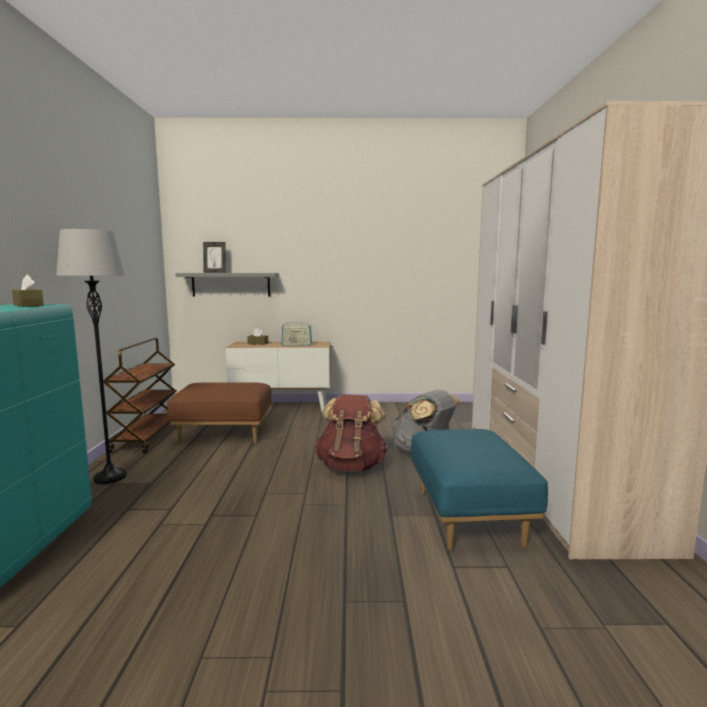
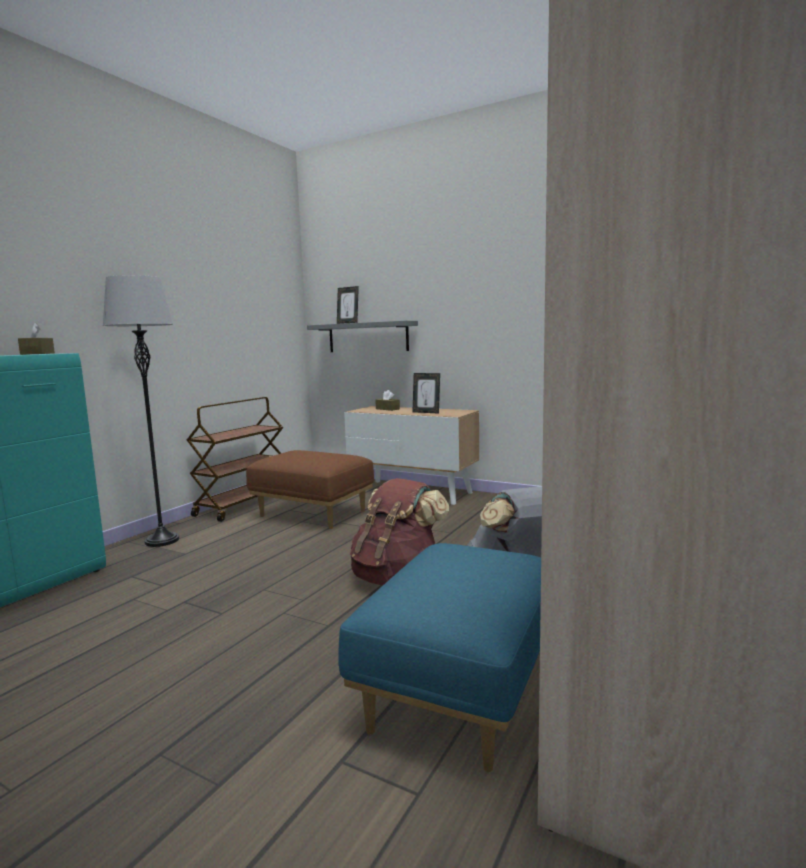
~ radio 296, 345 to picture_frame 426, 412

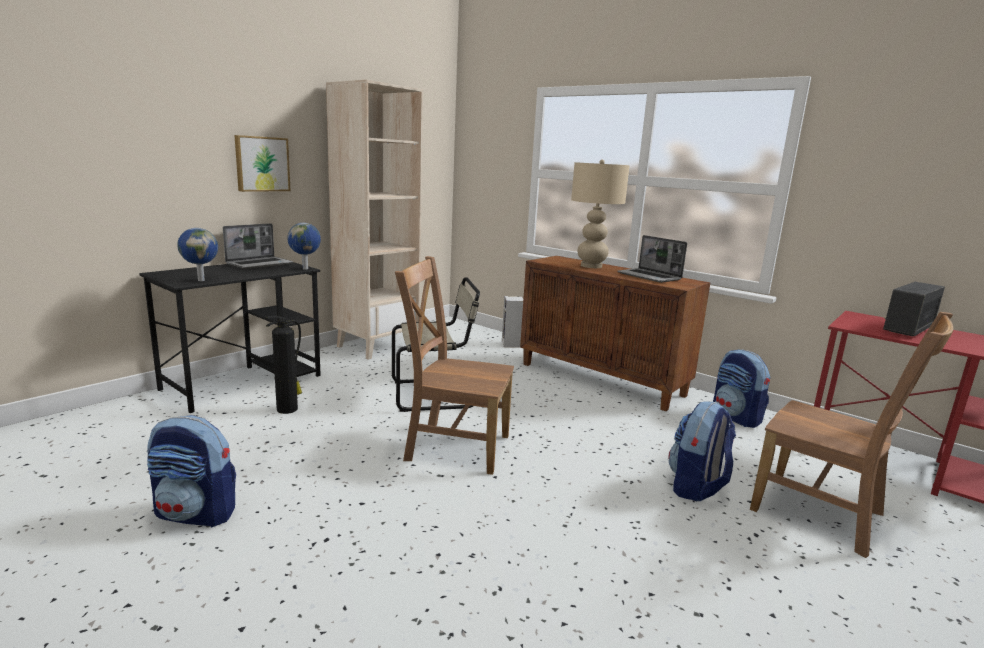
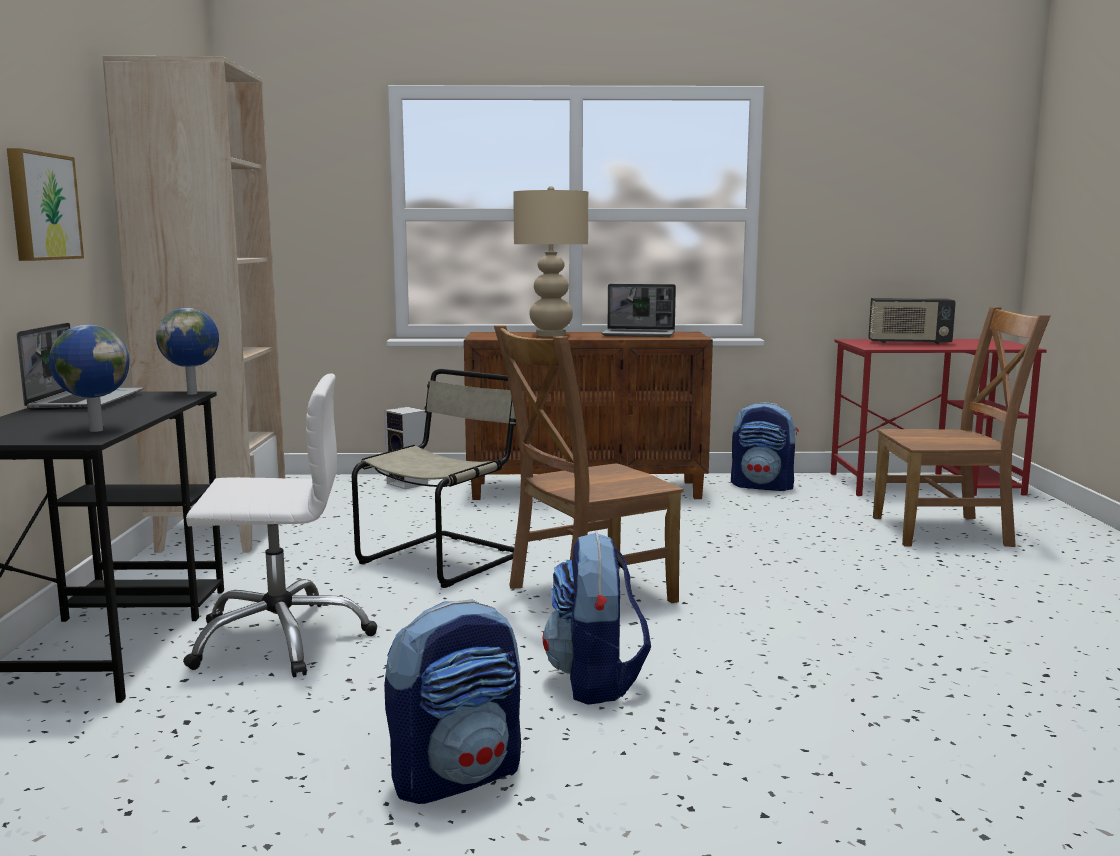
~ fire_extinguisher 288, 409 to whitish_office_chair 280, 639
~ knapsack 696, 487 to 596, 681
~ radio 907, 329 = 908, 343 90 degrees counterclockwise

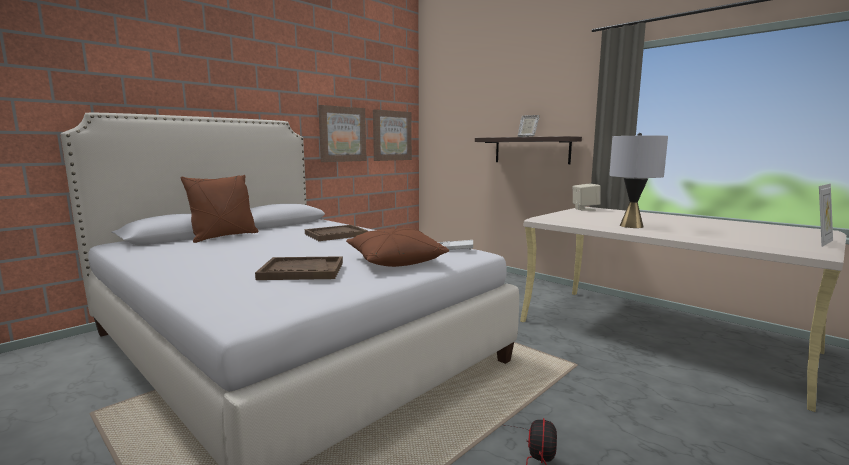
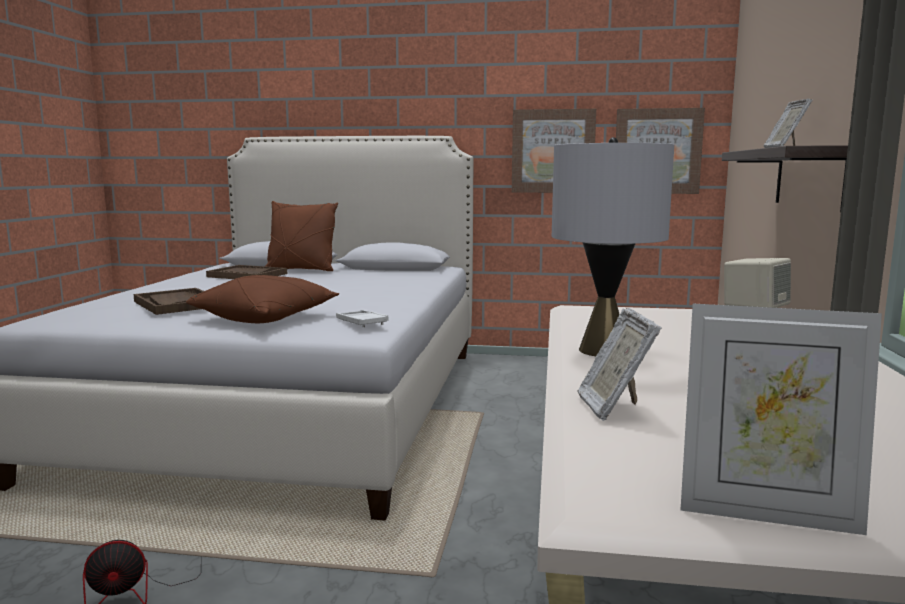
~ brown-coloured_tray 336, 235 to 247, 275
+ picture_frame 613, 407

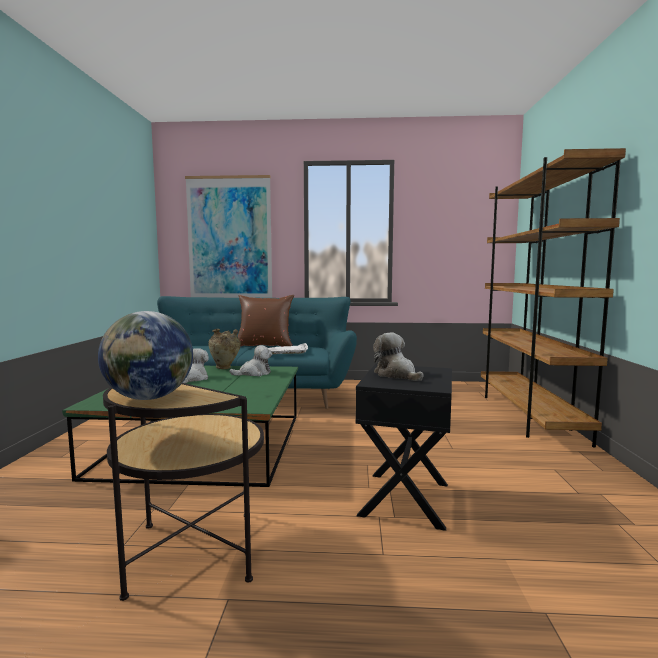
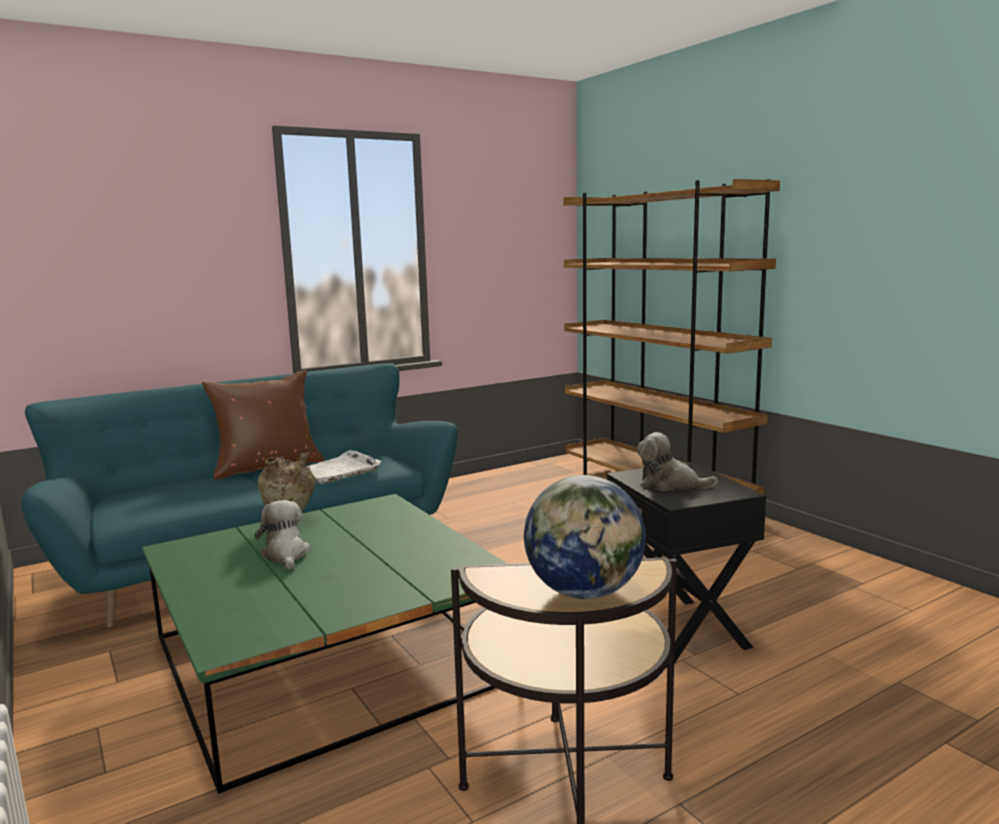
- picture 230, 242
- soft_toy 254, 373

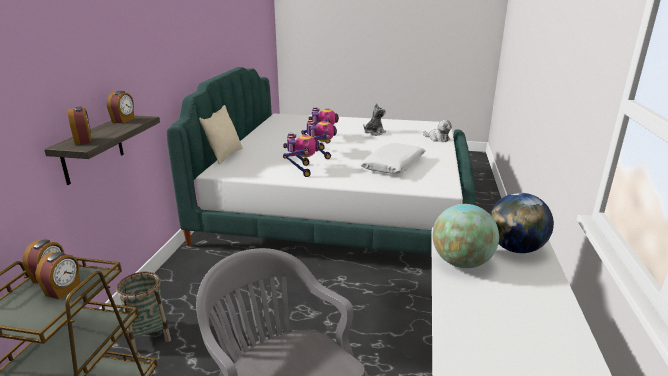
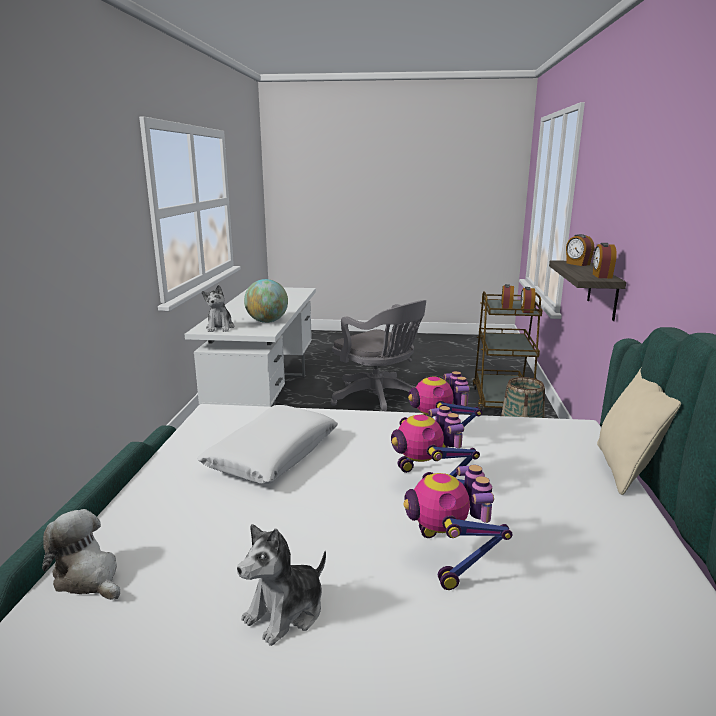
~ desk_globe 515, 249 to soft_toy 220, 327

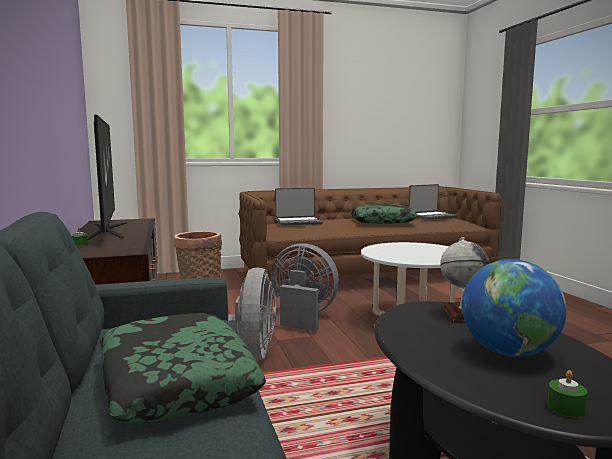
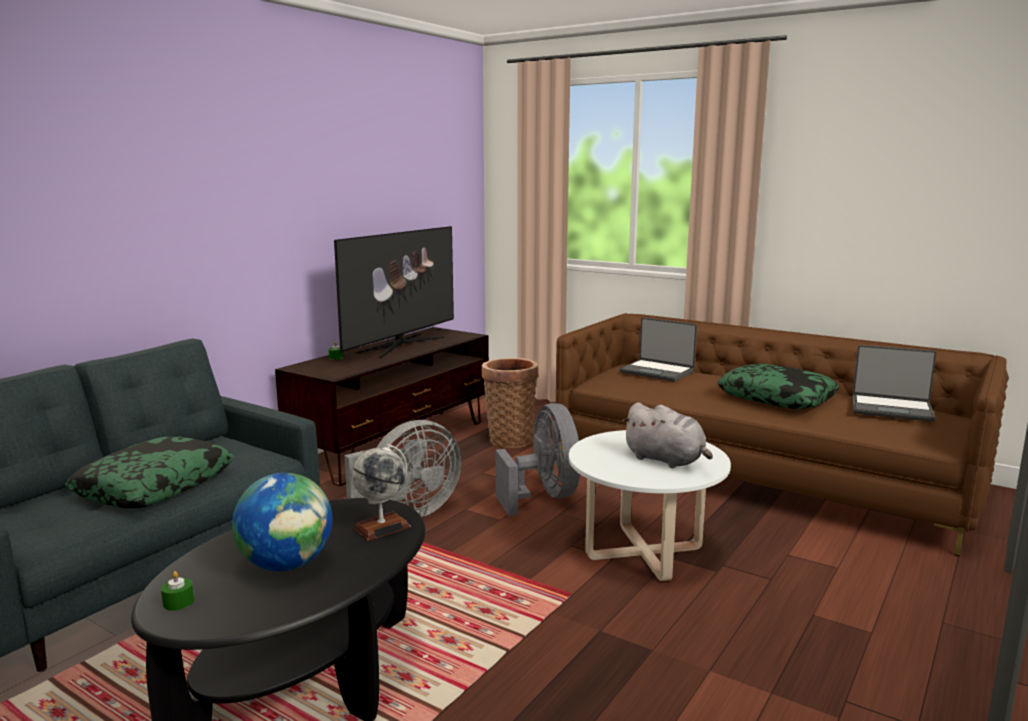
+ gray_soft_toy 666, 460

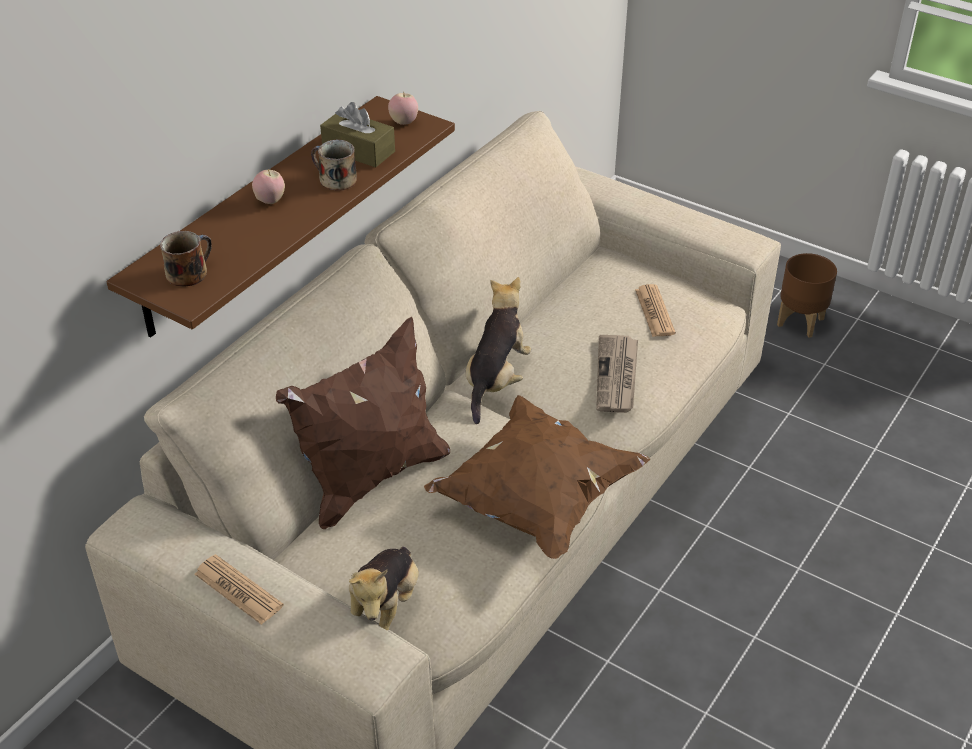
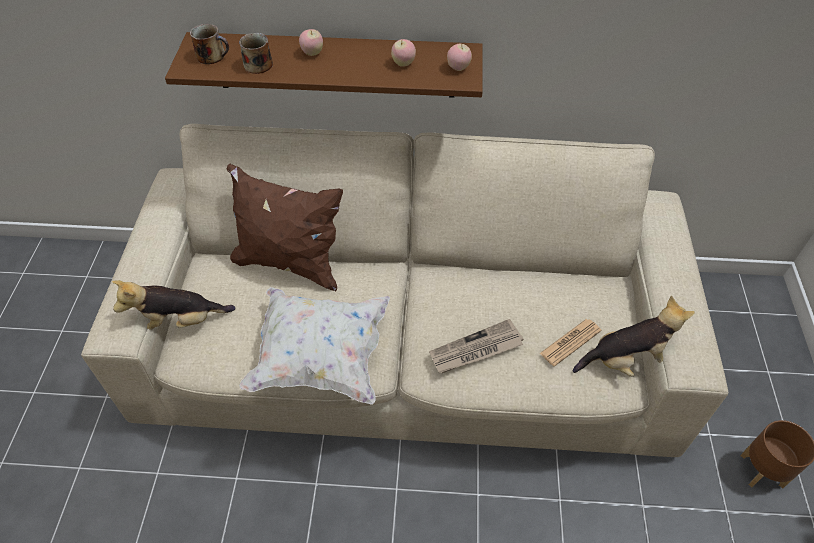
~ mug 336, 179 to 258, 63
~ brown-coloured_throw_pillow 536, 500 to whitish_throw_pillow 320, 358
~ brown-coloured_tissue_holder 358, 150 to apple_fruit 403, 63
~ soft_toy 496, 380 to 626, 360
- daily_paper 238, 590

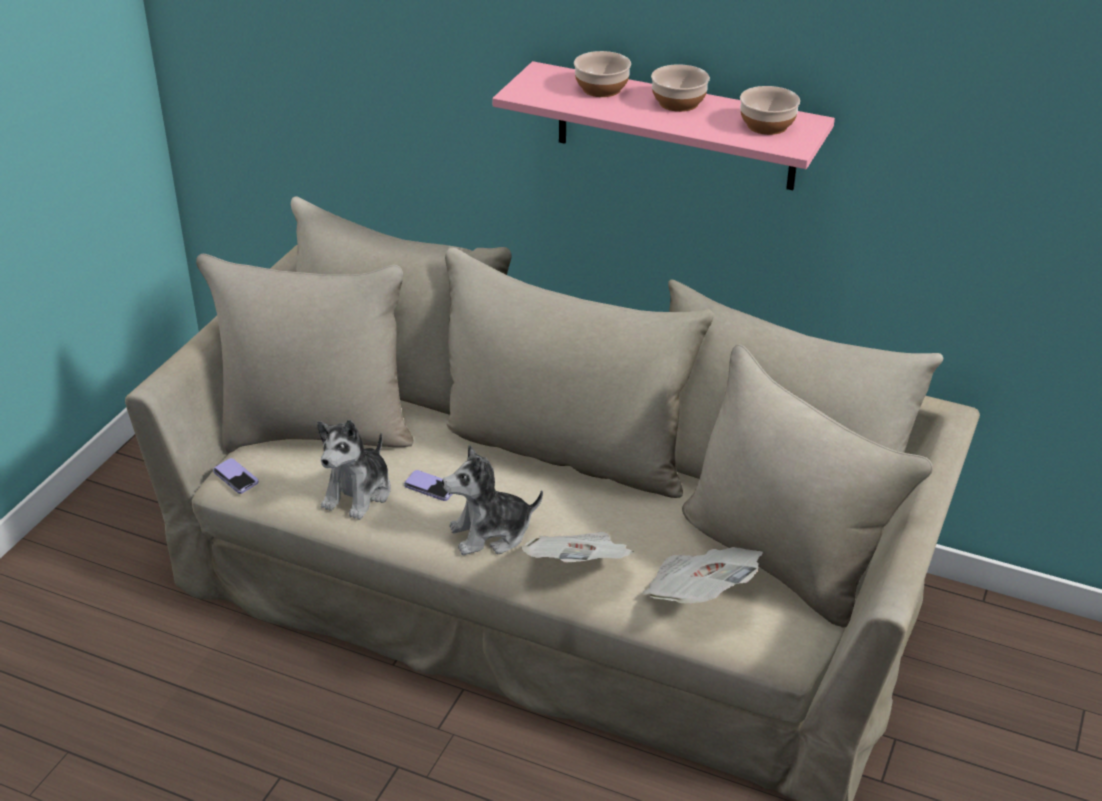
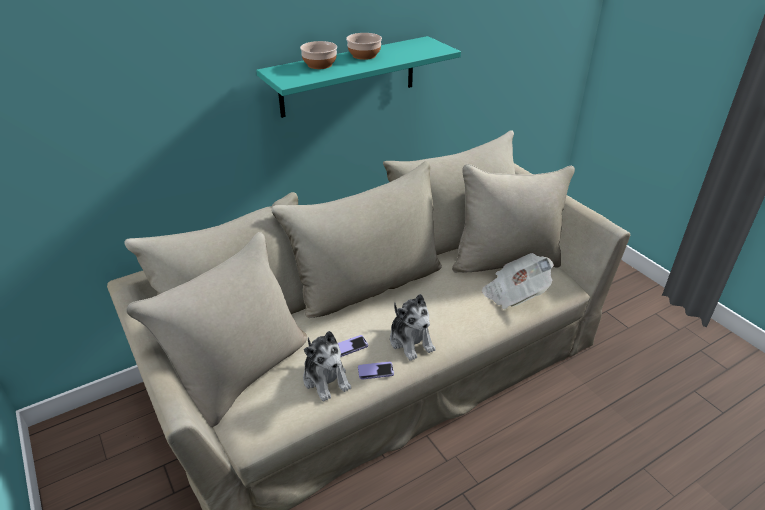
~ pink_bracket_shelf 676, 127 to turquoise_bracket_shelf 348, 76
~ phone 235, 477 to 375, 371
~ soft_toy 491, 533 = 411, 341 45 degrees counterclockwise
- daily_paper 579, 569
- bowl 767, 125

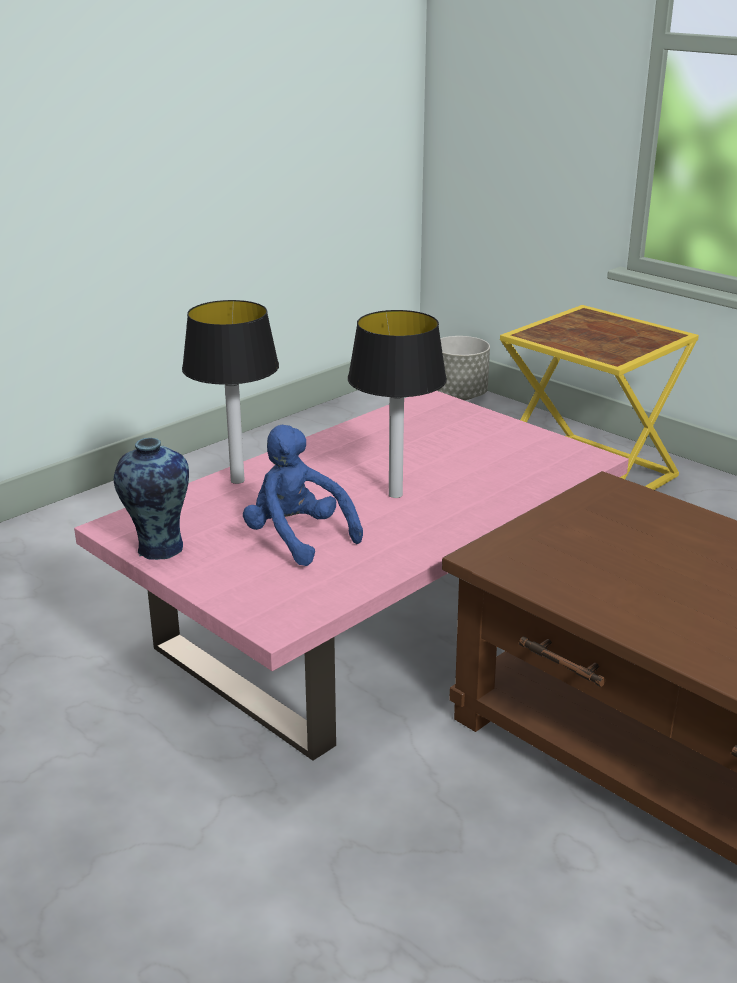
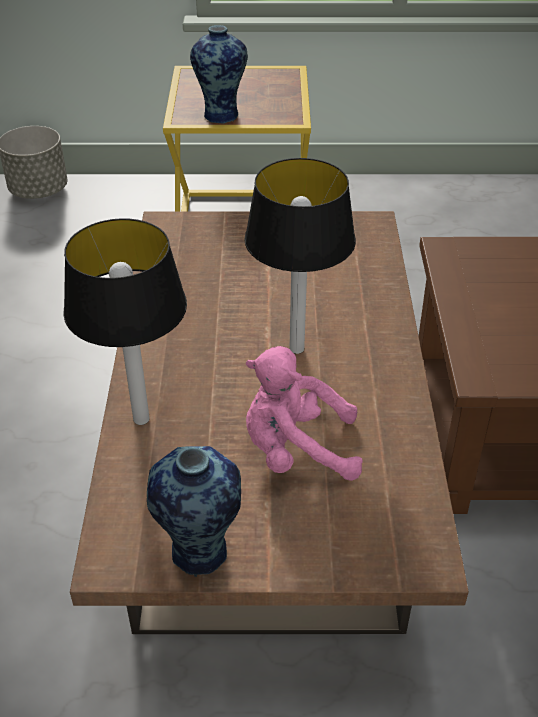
~ pink_coffee_table 368, 619 to brown-coloured_coffee_table 265, 466
+ flower_vase 221, 114
~ blue-coloured_soft_toy 297, 538 to pink_soft_toy 296, 450

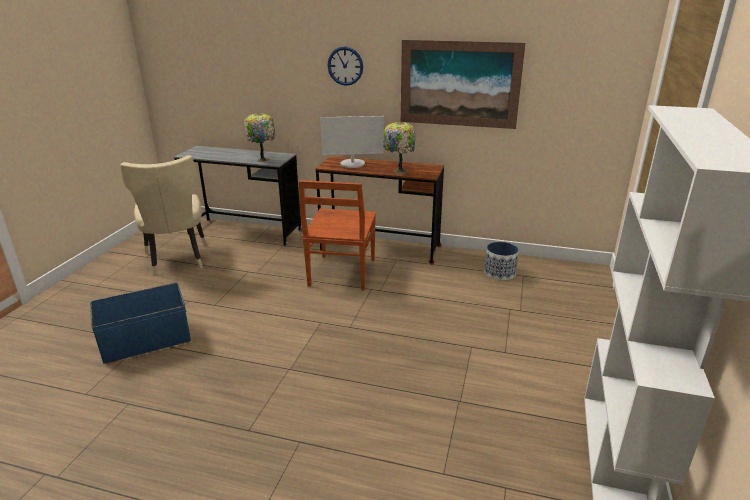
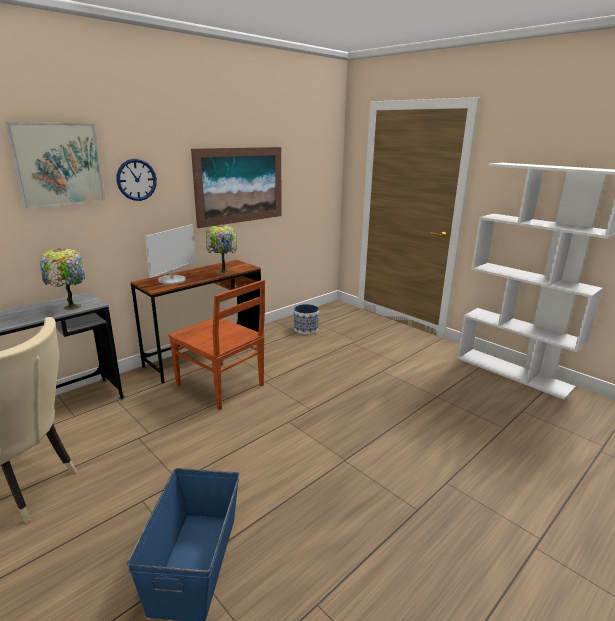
+ picture 58, 164

